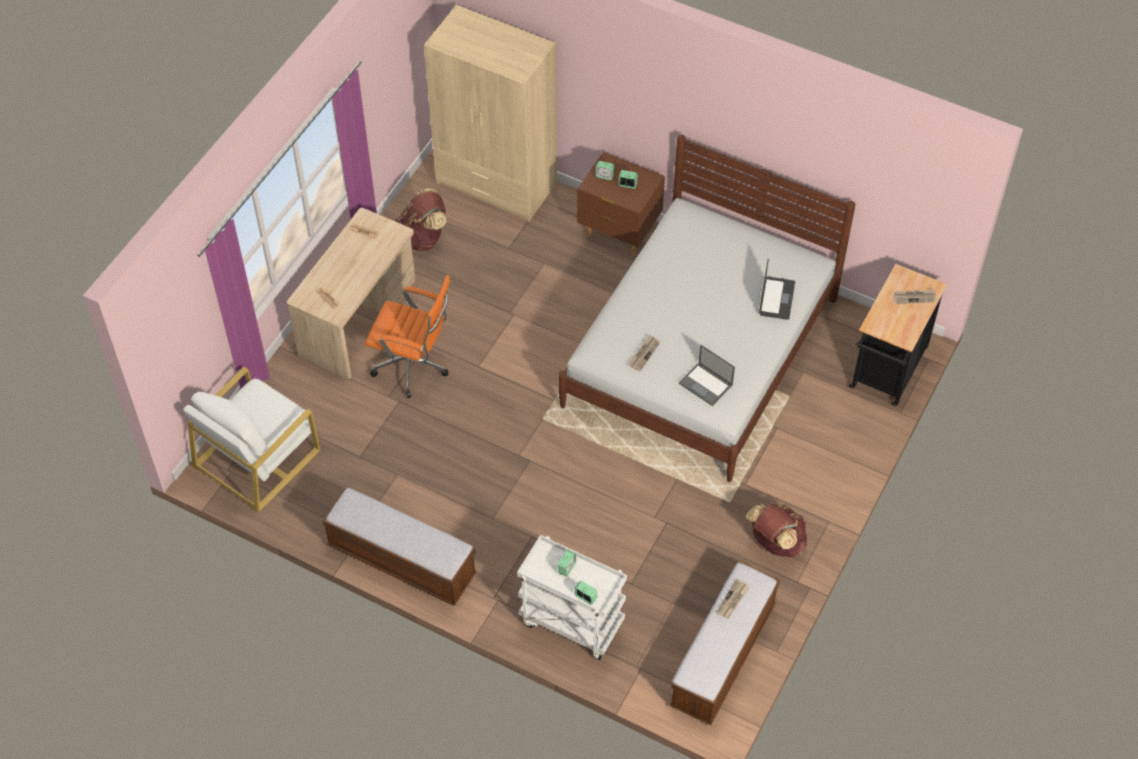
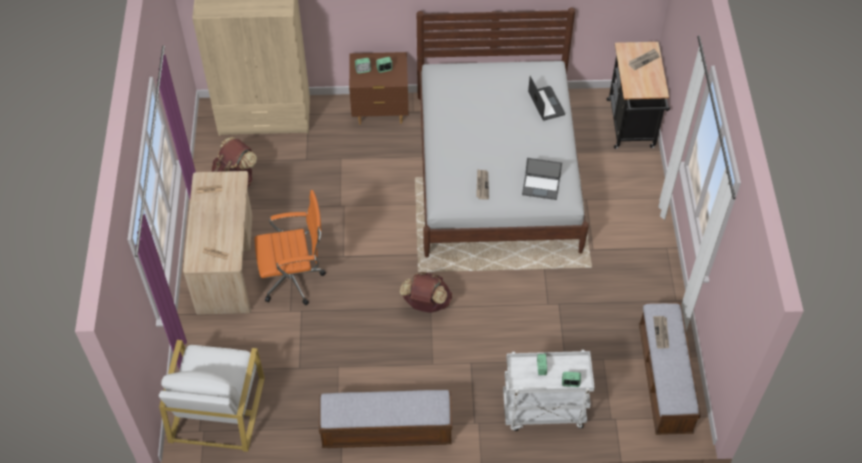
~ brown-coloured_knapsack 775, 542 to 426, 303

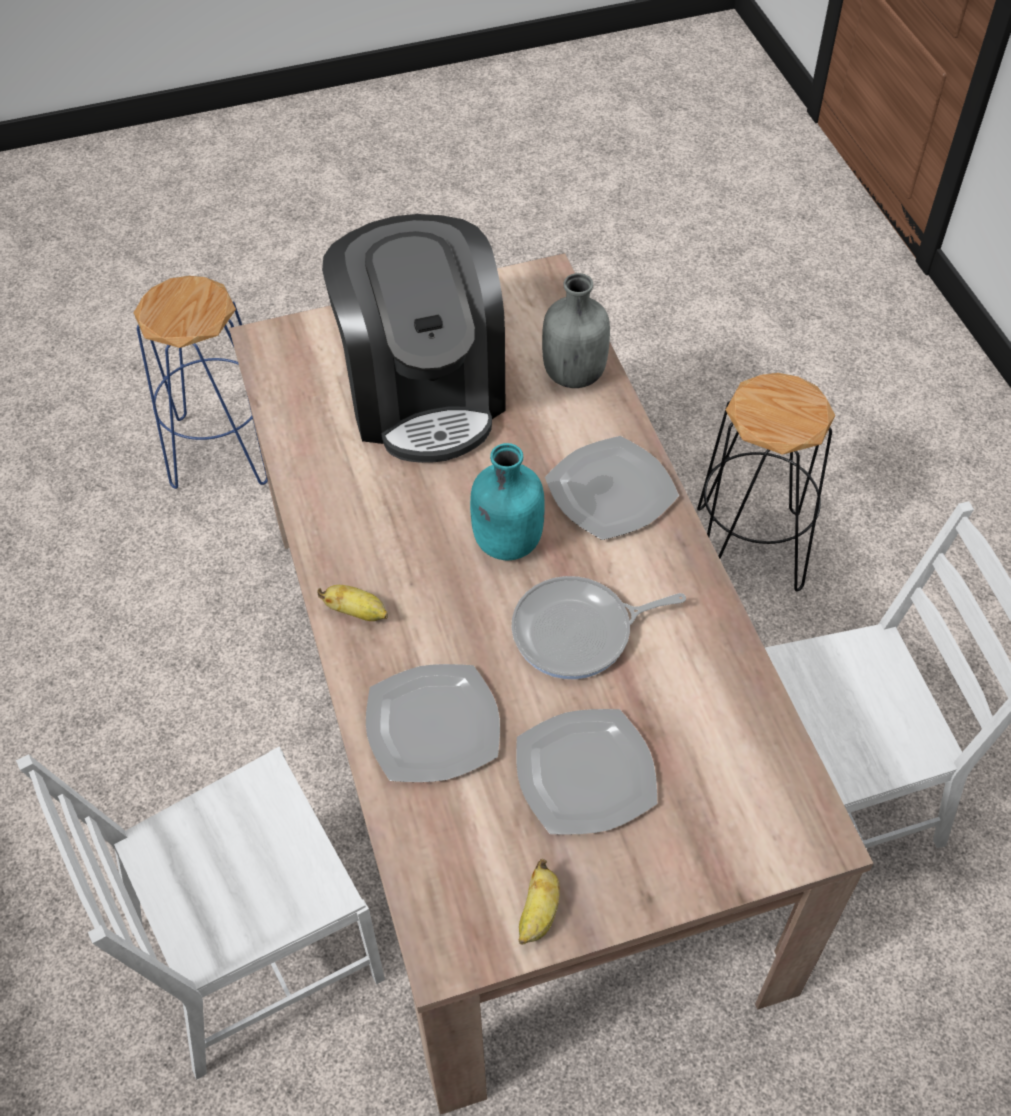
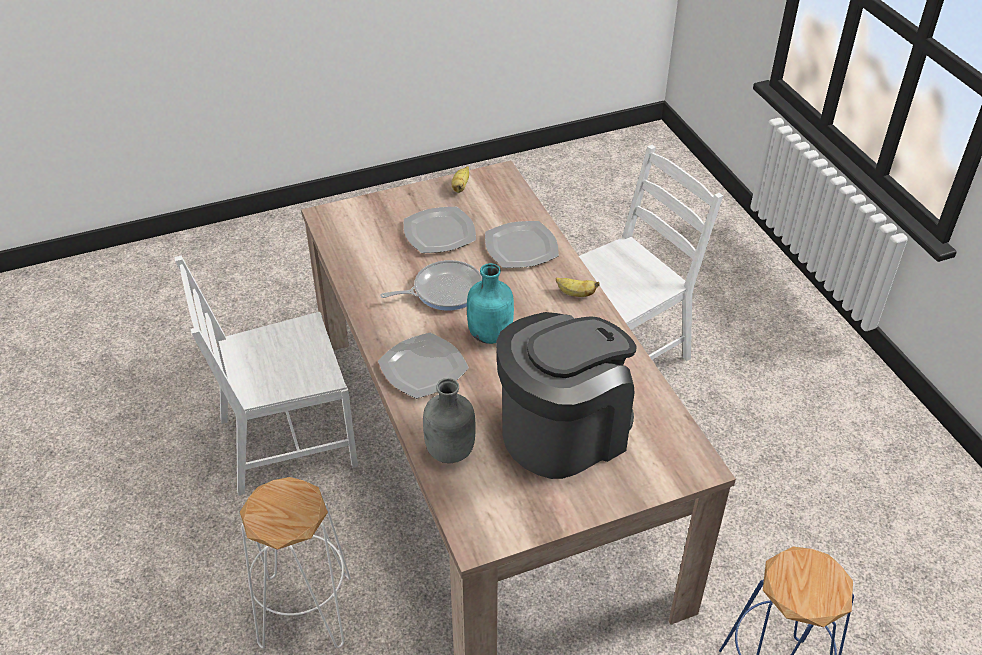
~ black_stool 750, 548 to whitish_stool 304, 611
~ coffee_maker 424, 393 = 563, 430 75 degrees clockwise

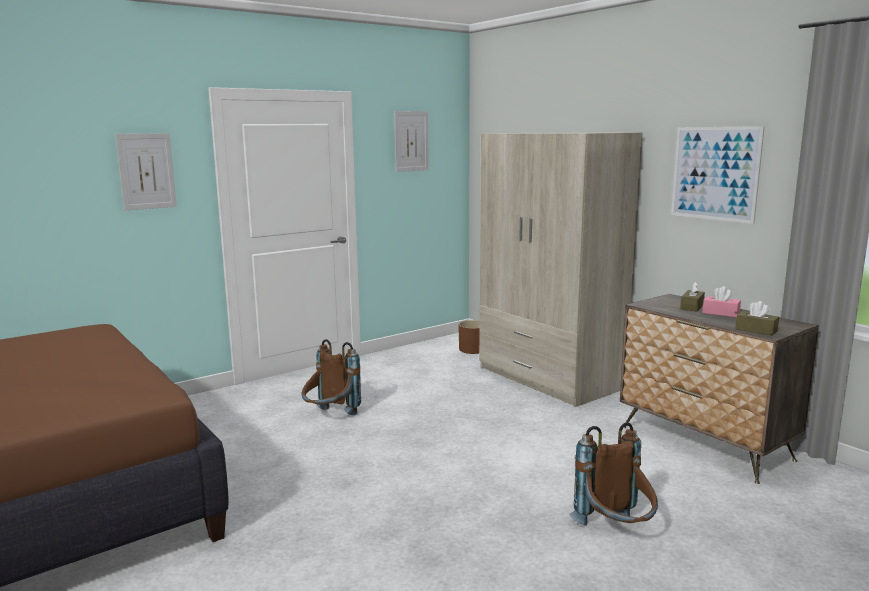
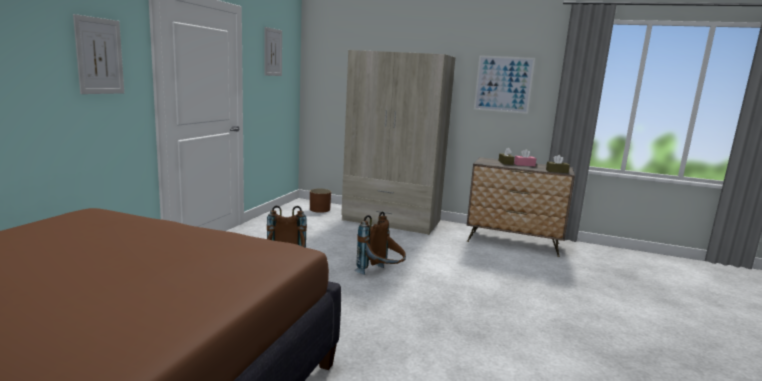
~ brown-coloured_knapsack 616, 533 to 381, 275

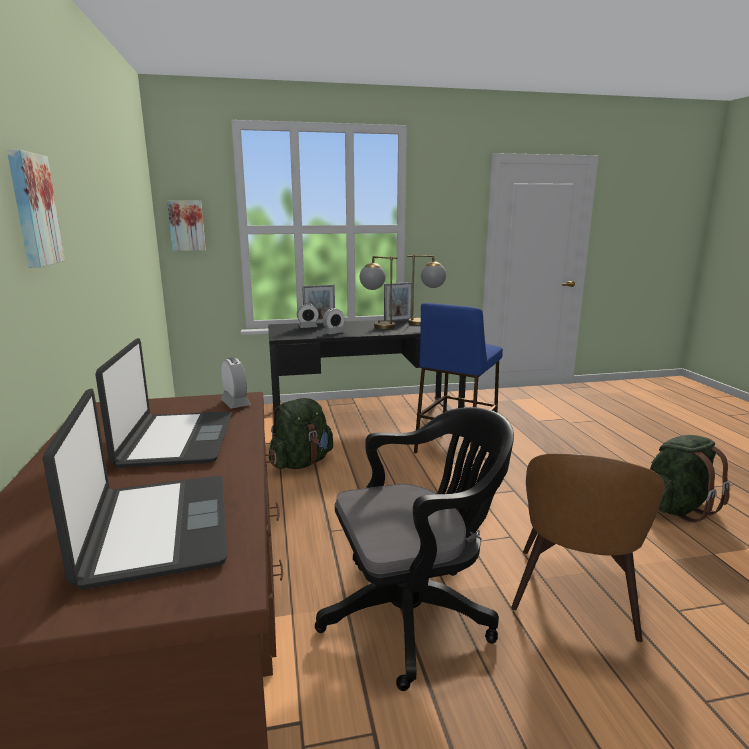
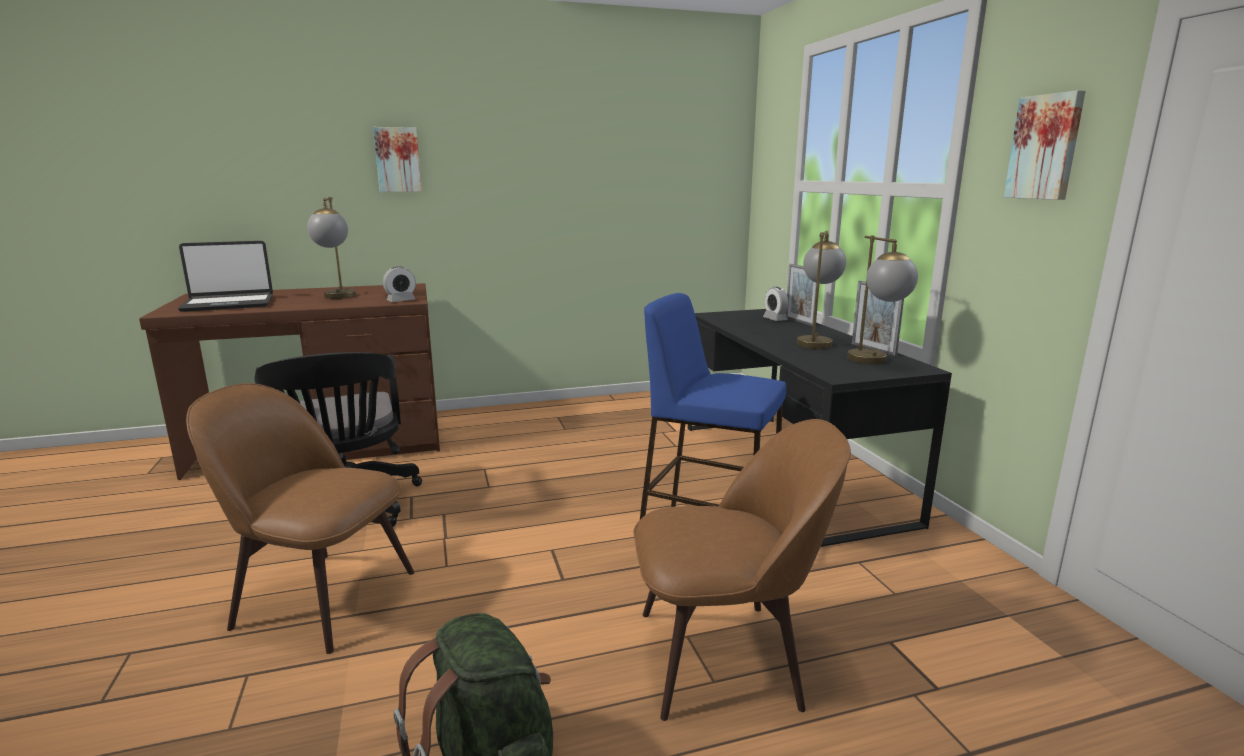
~ laptop 175, 440 to lamp_for_a_table 338, 298
+ brown-coloured_plain_chair 725, 657
~ picture 187, 226 to 1045, 147
- greenish_knapsack 301, 463
- bedside_clock 334, 333

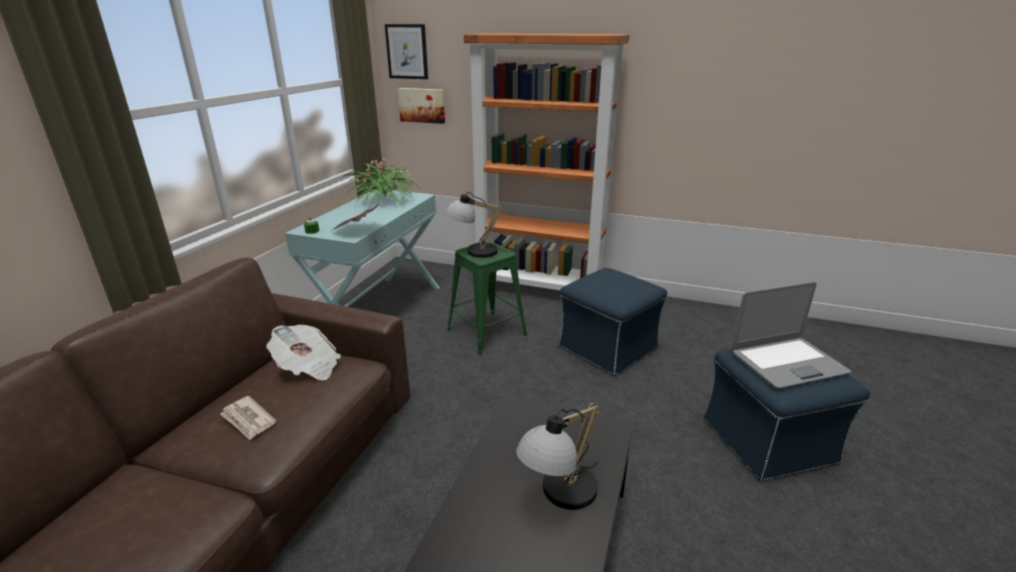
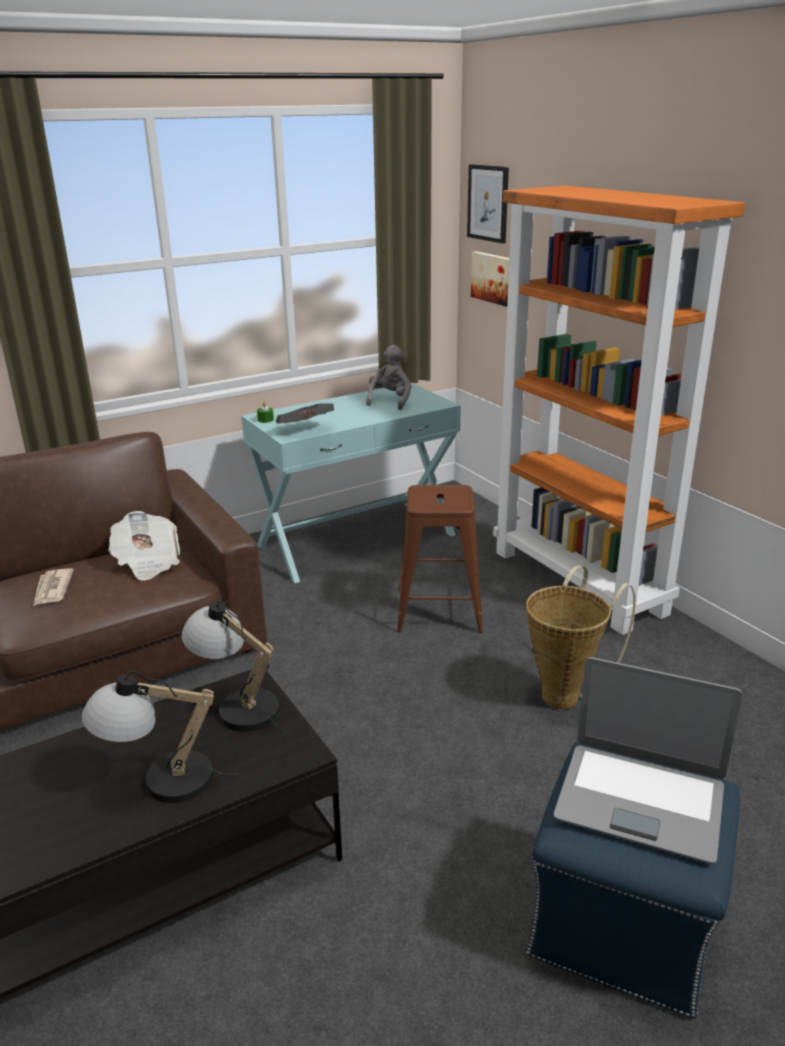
~ lamp_for_a_table 473, 252 to 237, 705
~ plant_in_a_pot 384, 201 to gray_soft_toy 390, 401
~ greenish_stool 486, 332 to brown-coloured_stool 439, 609
~ blue-coloured_pouffe 608, 348 to storage_basket 566, 694

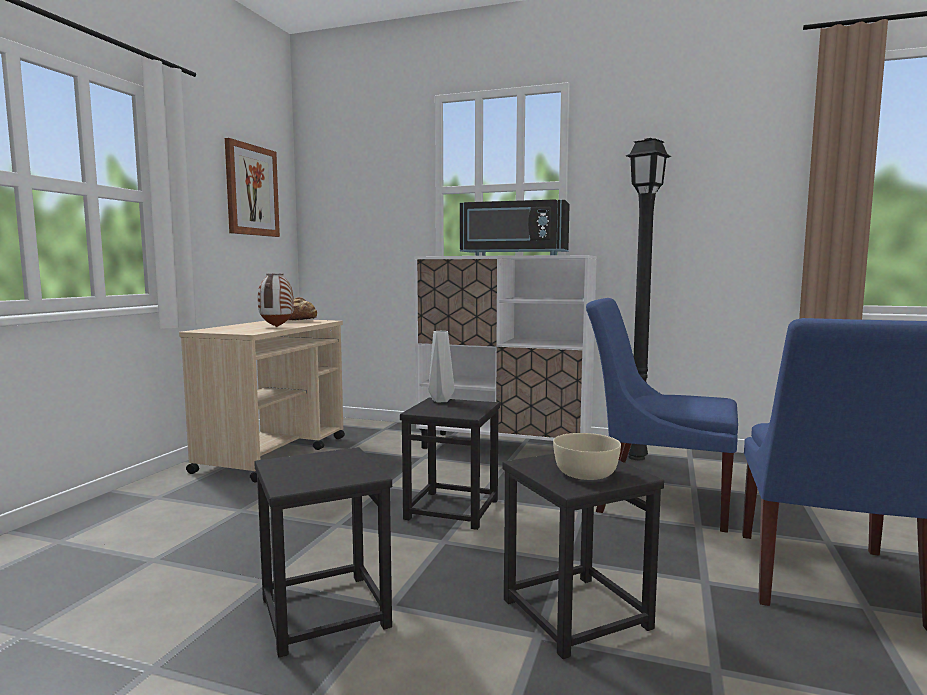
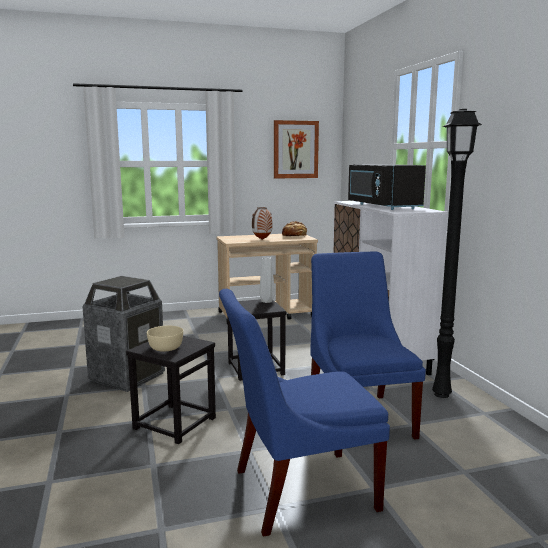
~ black_stool 323, 612 to rubbish_bin 127, 377

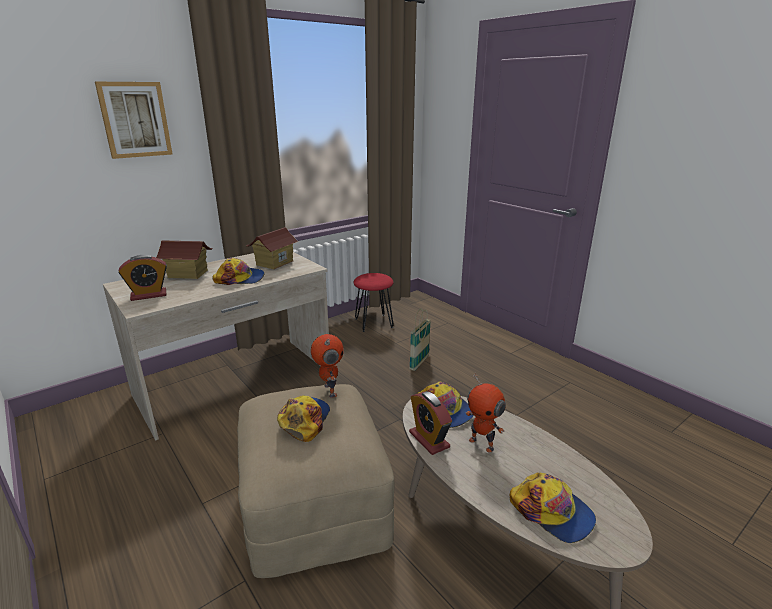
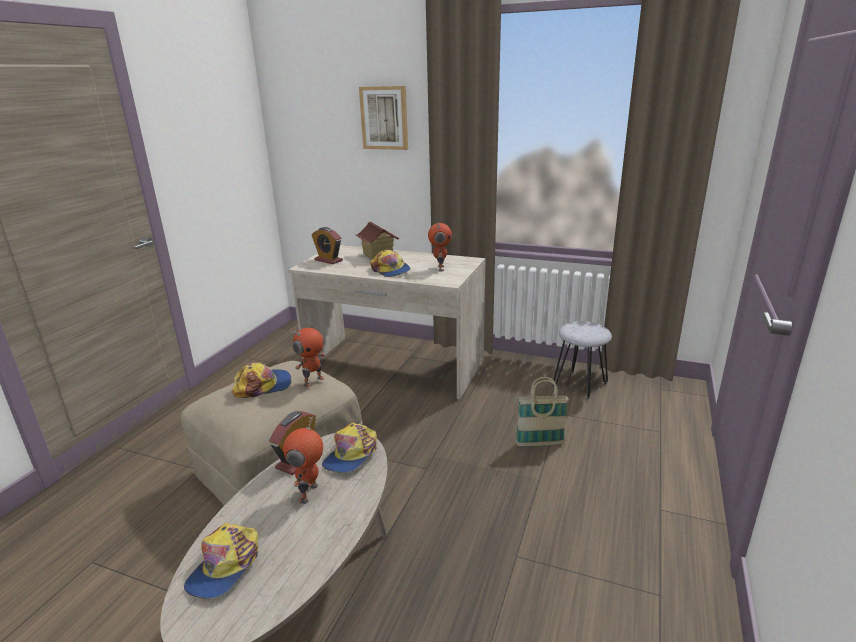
~ miniature_house 274, 263 to model_robot 440, 268
~ red_stool 374, 323 to gray_stool 580, 384

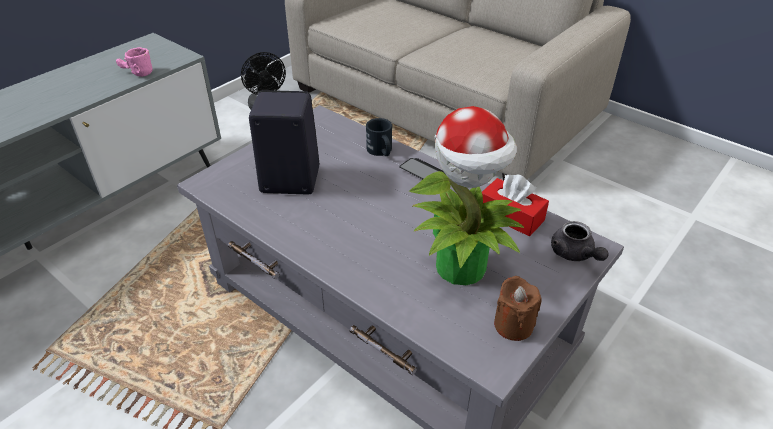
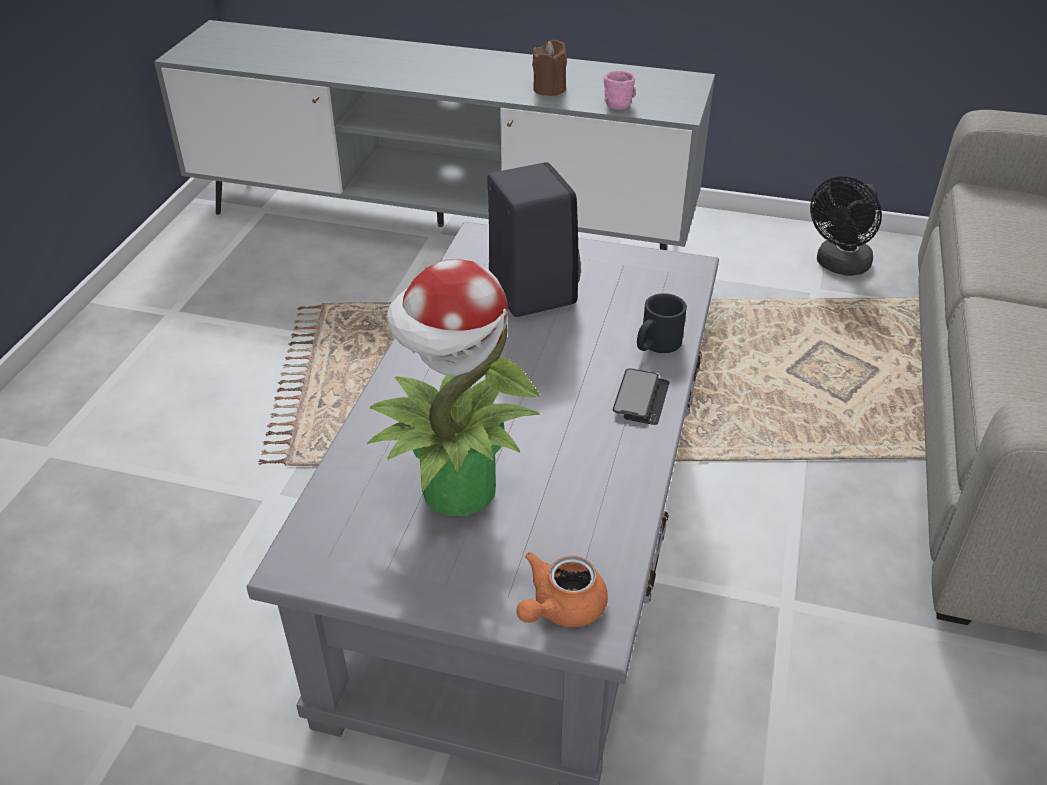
~ gray_teapot 574, 254 to orange-coloured_teapot 560, 608
~ brown-coloured_wax_candle 513, 325 to 549, 89
- red_tissue_holder 511, 216

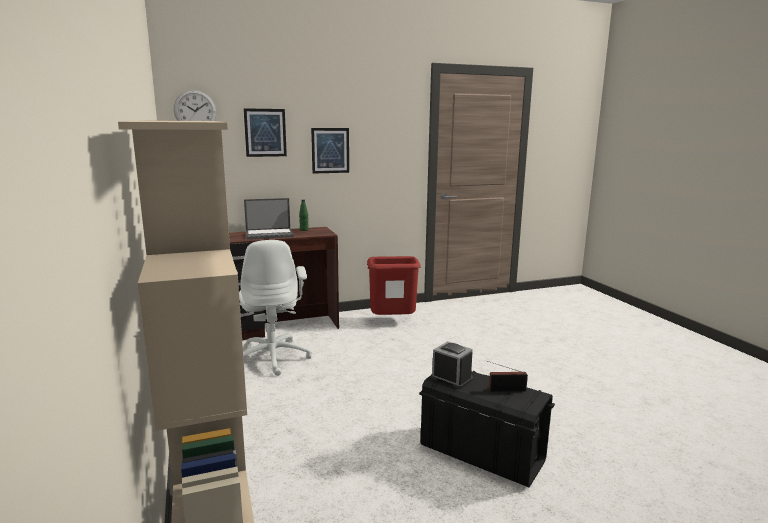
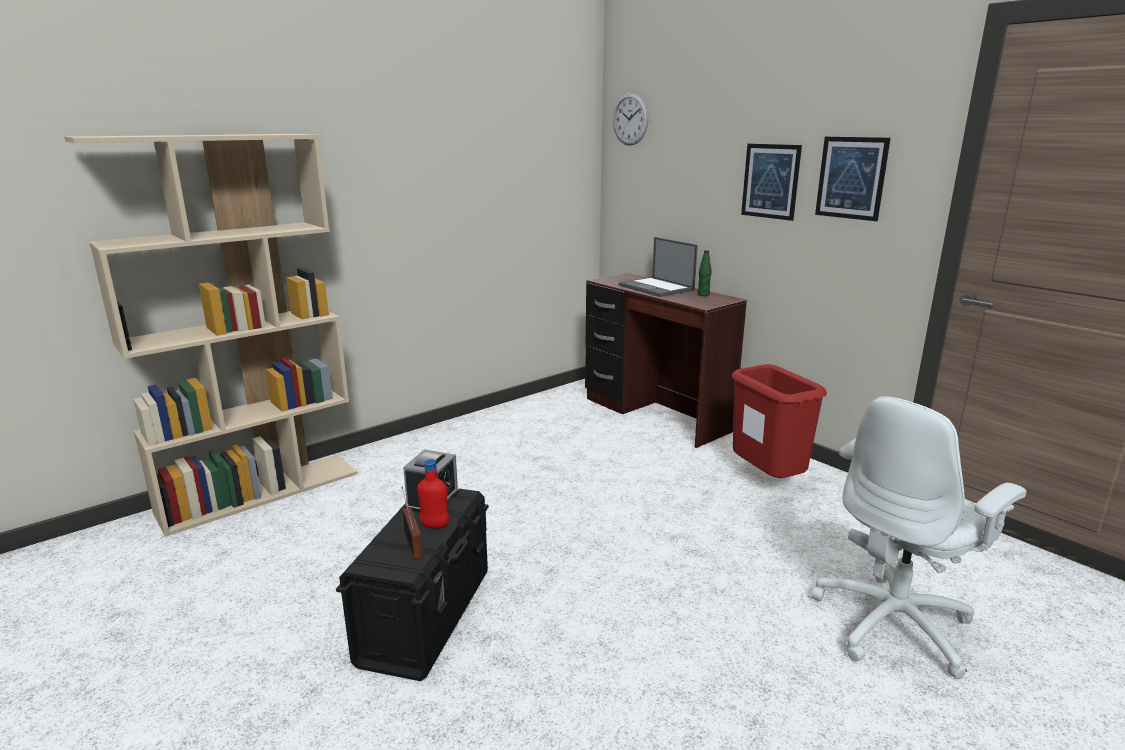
+ red_beverage_bottle 434, 525
~ whitish_office_chair 272, 357 to 894, 624
~ picture 265, 132 to 851, 178

